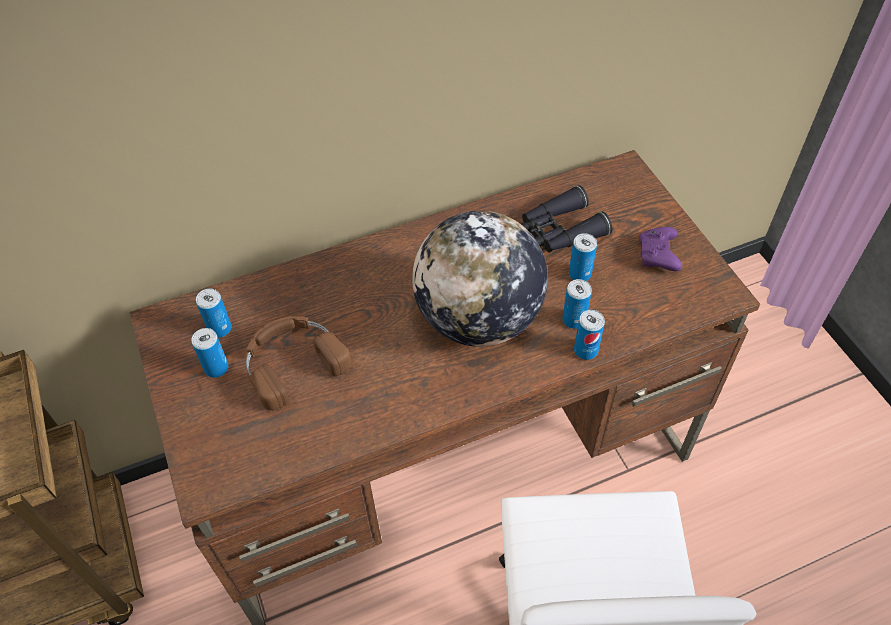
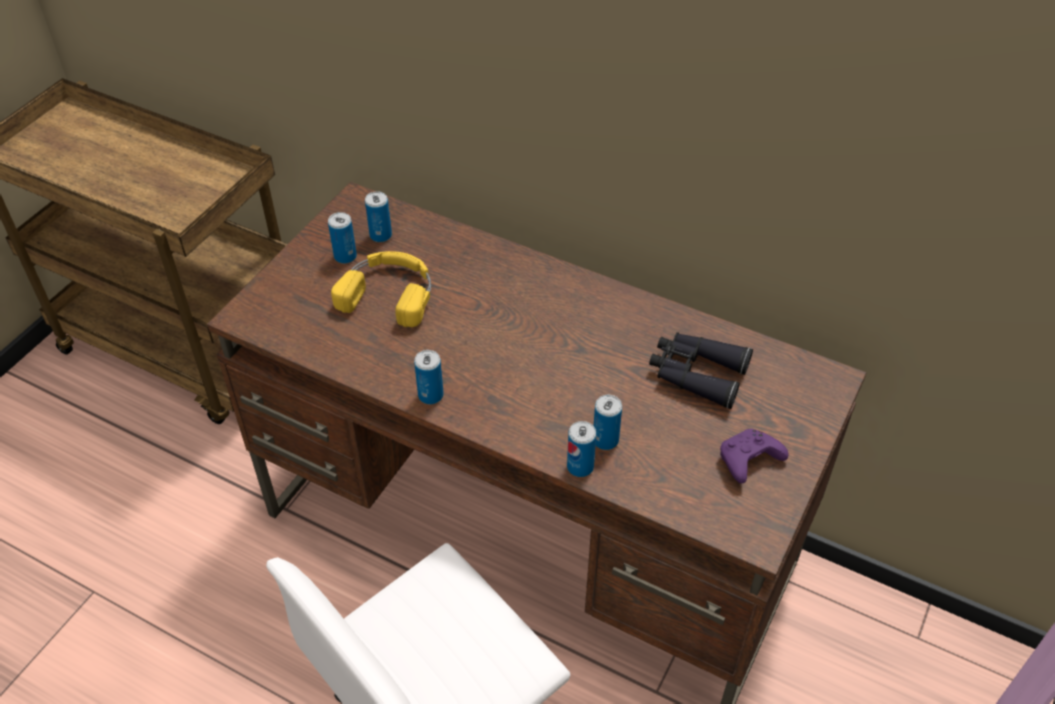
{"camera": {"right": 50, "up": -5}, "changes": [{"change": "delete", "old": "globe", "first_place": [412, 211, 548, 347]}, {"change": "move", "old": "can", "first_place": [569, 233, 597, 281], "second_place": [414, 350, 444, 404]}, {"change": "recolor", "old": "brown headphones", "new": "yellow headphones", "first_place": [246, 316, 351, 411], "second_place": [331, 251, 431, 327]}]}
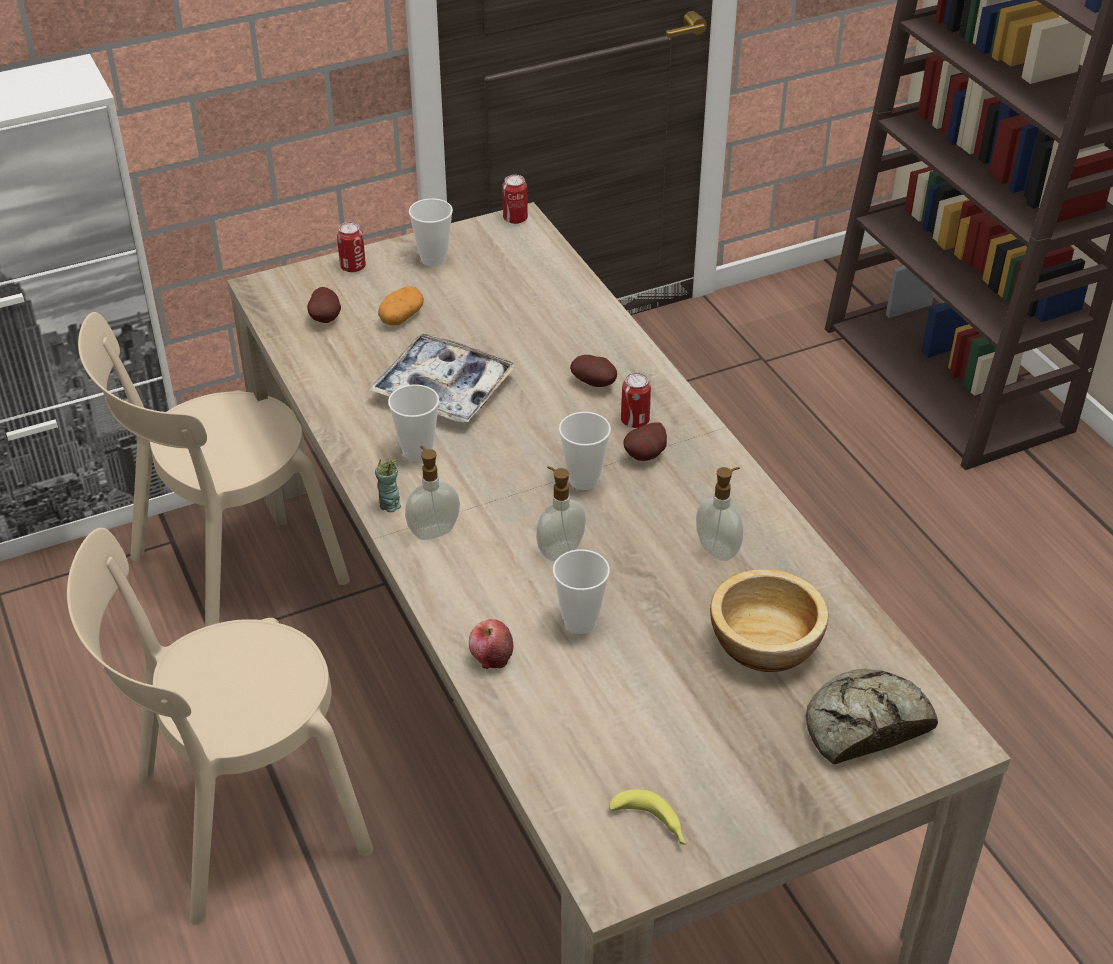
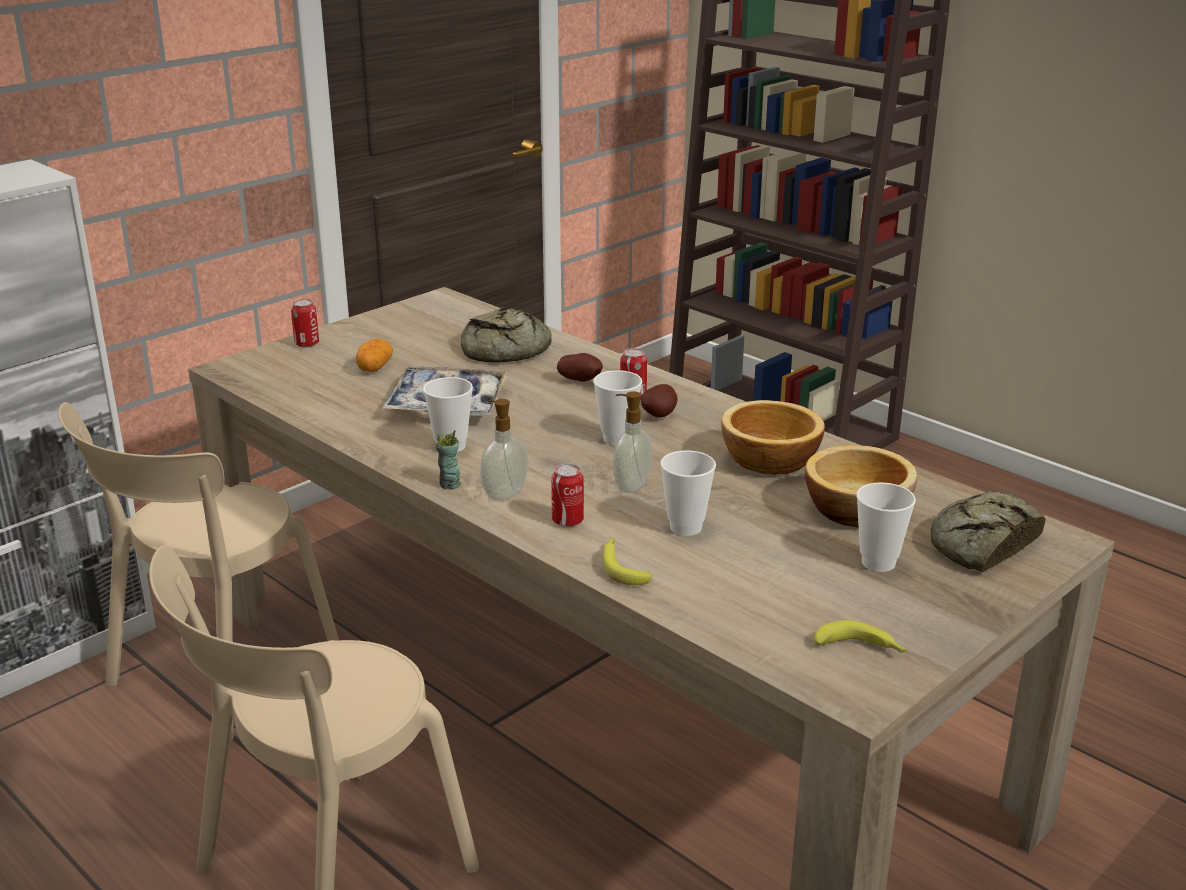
{"camera": {"right": -20, "up": -15}, "changes": [{"change": "delete", "old": "potato", "first_place": [307, 287, 341, 323]}, {"change": "insert", "new": "bread", "second_place": [461, 307, 552, 363]}, {"change": "move", "old": "cup", "first_place": [409, 198, 453, 267], "second_place": [856, 482, 916, 572]}, {"change": "move", "old": "can", "first_place": [502, 175, 528, 224], "second_place": [551, 464, 584, 527]}, {"change": "replace", "old": "apple", "new": "banana", "first_place": [469, 619, 513, 669], "second_place": [602, 537, 653, 585]}, {"change": "replace", "old": "soap dispenser", "new": "bowl", "first_place": [696, 467, 743, 561], "second_place": [721, 400, 825, 475]}]}
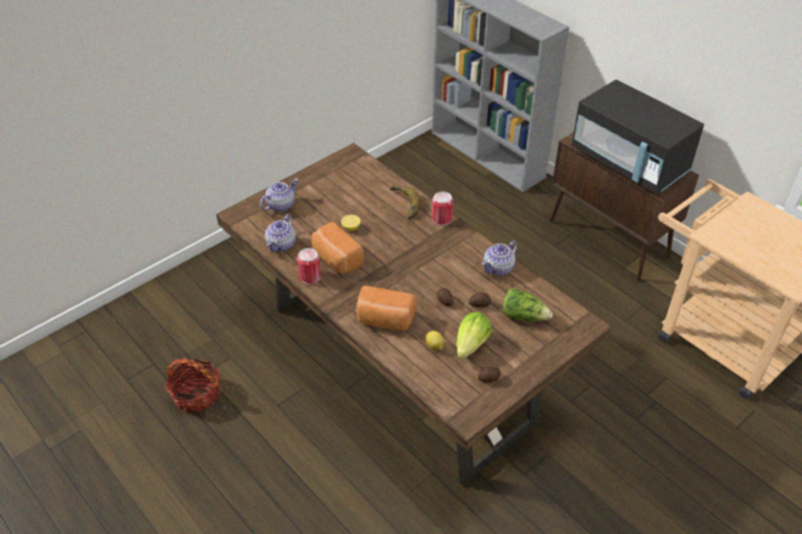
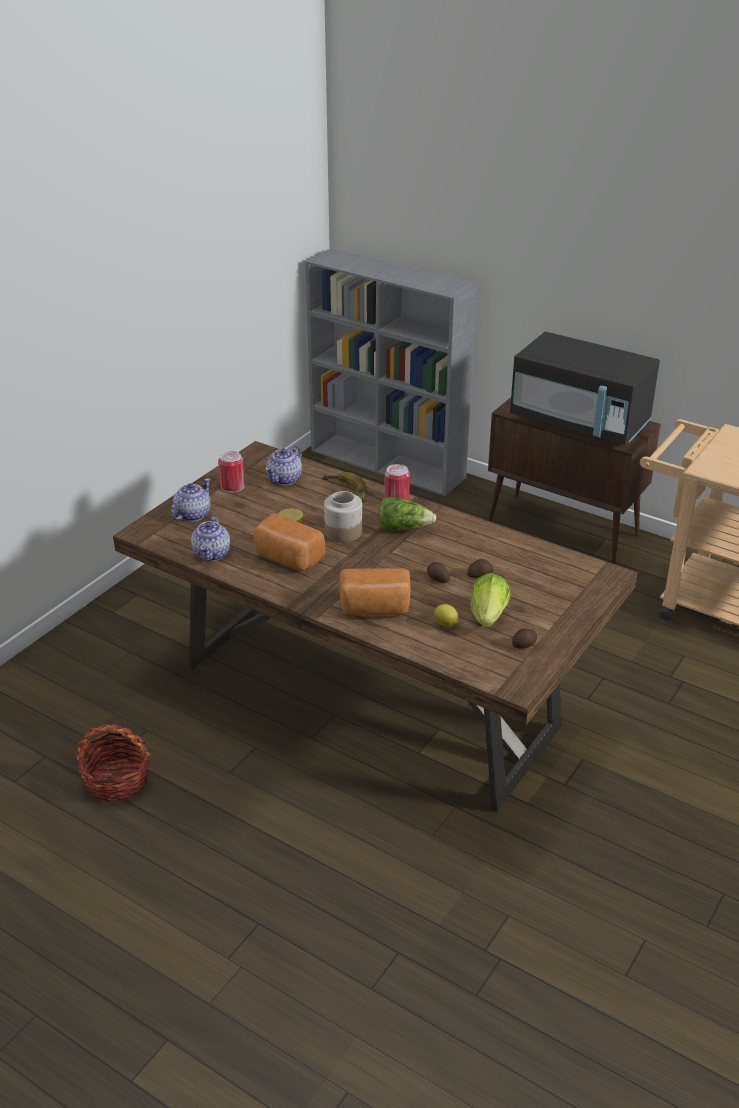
{"camera": {"right": -15, "up": -10}, "changes": [{"change": "insert", "new": "jar", "second_place": [324, 491, 362, 542]}, {"change": "move", "old": "can", "first_place": [297, 248, 321, 284], "second_place": [218, 451, 245, 493]}, {"change": "move", "old": "teapot", "first_place": [482, 241, 518, 276], "second_place": [265, 446, 302, 485]}, {"change": "move", "old": "lettuce", "first_place": [503, 288, 553, 321], "second_place": [379, 497, 437, 531]}]}
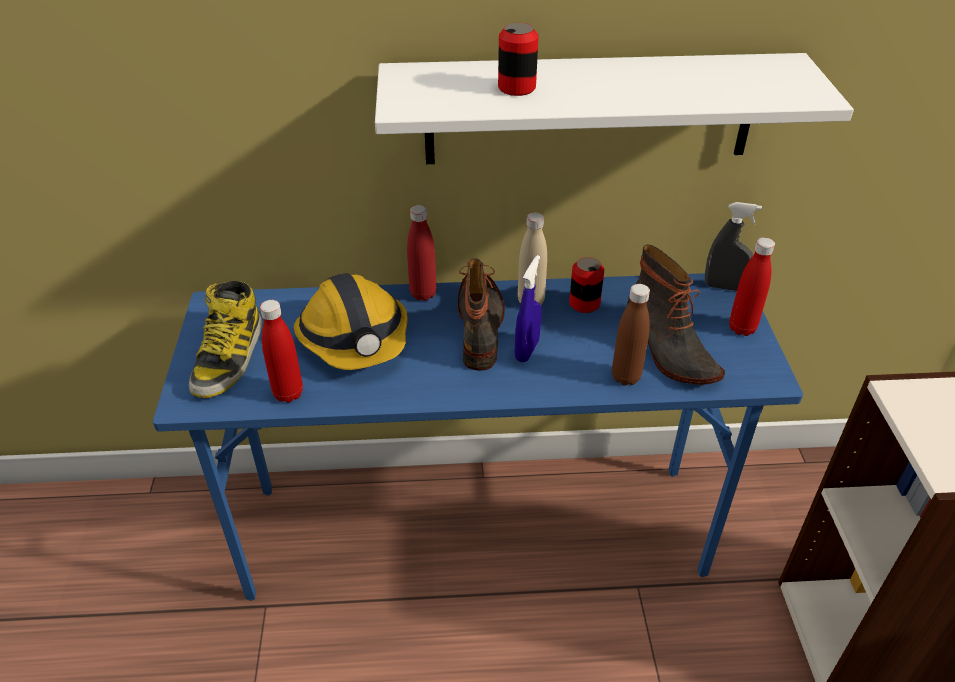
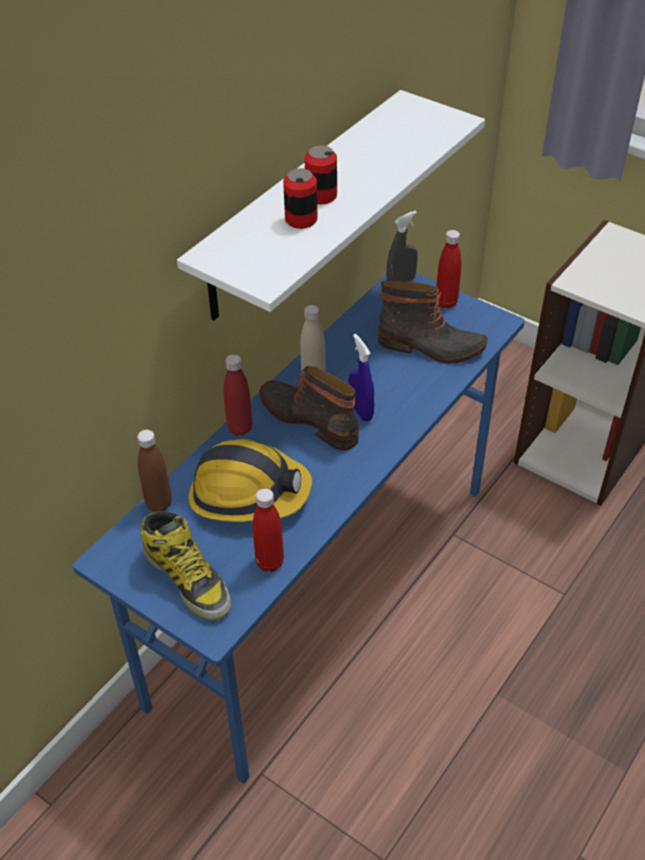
{"camera": {"right": -50, "up": 5}, "changes": [{"change": "move", "old": "can", "first_place": [569, 257, 604, 313], "second_place": [305, 145, 337, 204]}, {"change": "move", "old": "brown bottle", "first_place": [612, 284, 650, 386], "second_place": [137, 430, 172, 512]}]}
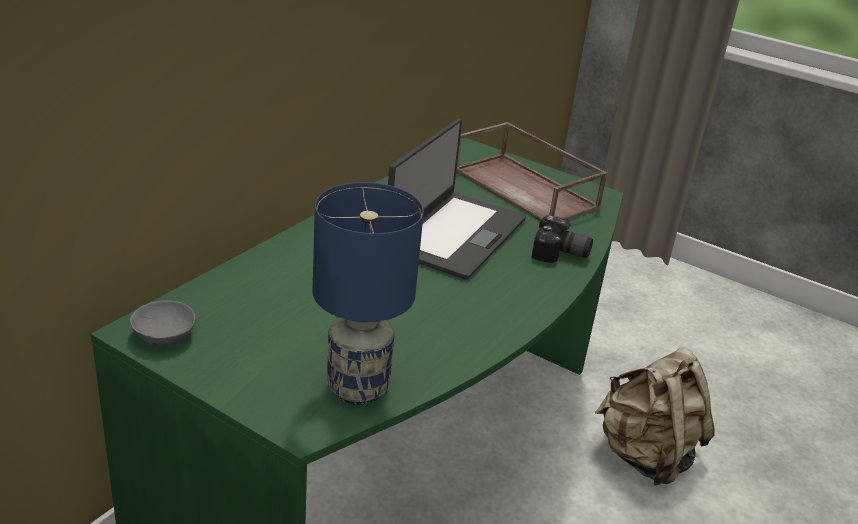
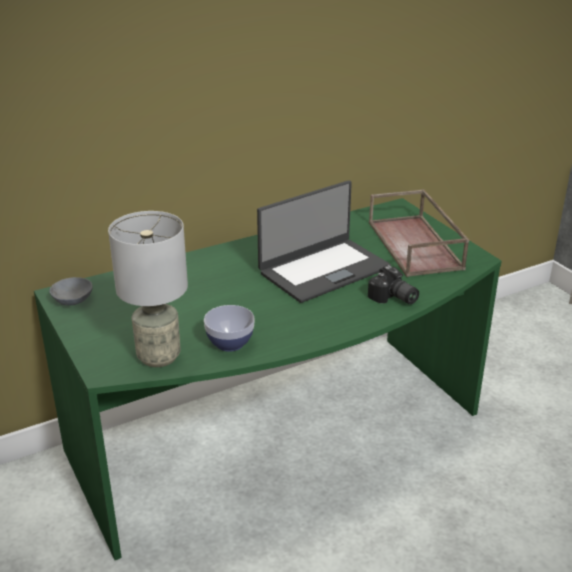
{"camera": {"right": 30, "up": 0}, "changes": [{"change": "delete", "old": "beige backpack", "first_place": [595, 348, 715, 485]}, {"change": "insert", "new": "bowl", "second_place": [204, 305, 255, 352]}, {"change": "recolor", "old": "blue table lamp", "new": "grey table lamp", "first_place": [313, 182, 424, 405], "second_place": [108, 211, 188, 367]}]}
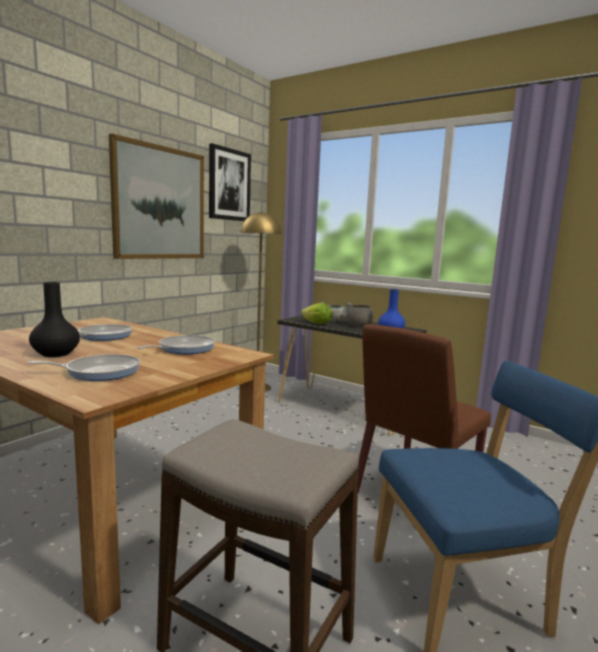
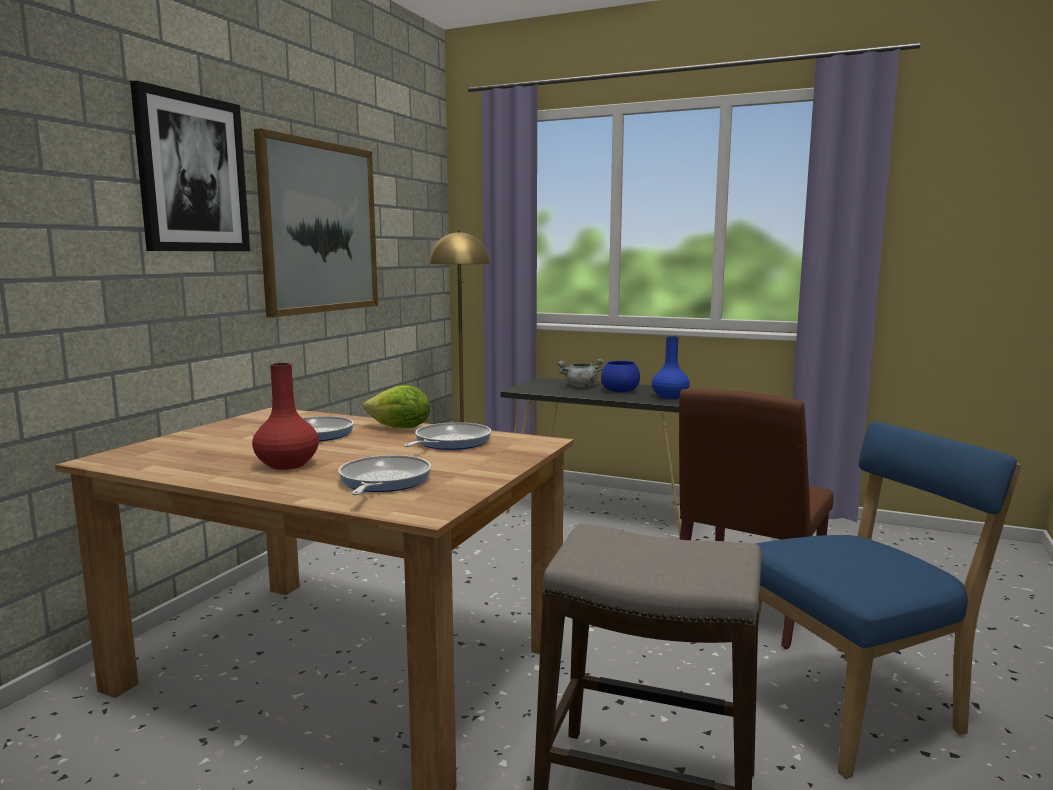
{"camera": {"right": -10, "up": 0}, "changes": [{"change": "move", "old": "picture", "first_place": [209, 143, 251, 221], "second_place": [130, 81, 250, 251]}, {"change": "move", "old": "lettuce", "first_place": [301, 303, 332, 324], "second_place": [364, 385, 430, 428]}, {"change": "recolor", "old": "black vase", "new": "red vase", "first_place": [29, 282, 80, 357], "second_place": [252, 363, 319, 470]}, {"change": "recolor", "old": "grey bowl", "new": "blue bowl", "first_place": [346, 305, 373, 327], "second_place": [601, 361, 640, 393]}, {"change": "rotate", "old": "frying pan", "first_place": [27, 354, 140, 381], "second_place": [338, 455, 431, 495], "degrees": -60}]}
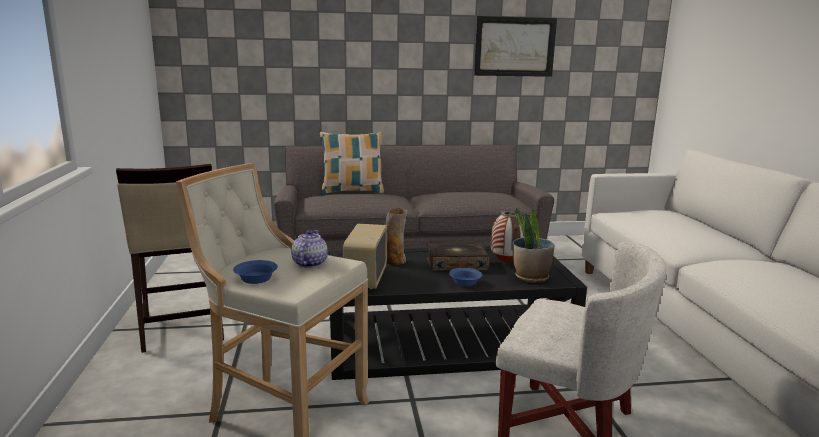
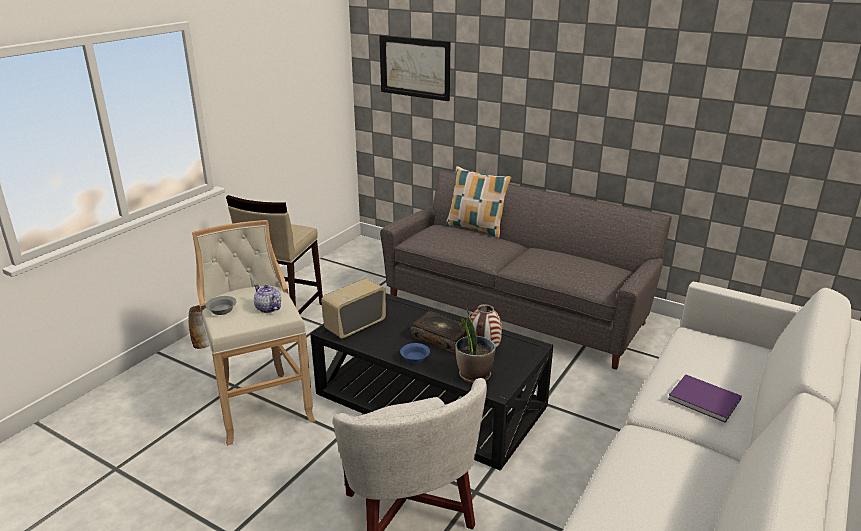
{"camera": {"right": 40, "up": 10}, "changes": [{"change": "insert", "new": "purple book", "second_place": [668, 374, 742, 423]}, {"change": "move", "old": "vase", "first_place": [384, 208, 408, 265], "second_place": [188, 305, 209, 349]}, {"change": "move", "old": "picture", "first_place": [474, 16, 557, 77], "second_place": [379, 35, 450, 101]}, {"change": "recolor", "old": "blue bowl", "new": "grey bowl", "first_place": [233, 260, 278, 284], "second_place": [205, 296, 237, 315]}, {"change": "rotate", "old": "teapot", "first_place": [291, 230, 328, 268], "second_place": [254, 284, 281, 313], "degrees": -90}]}
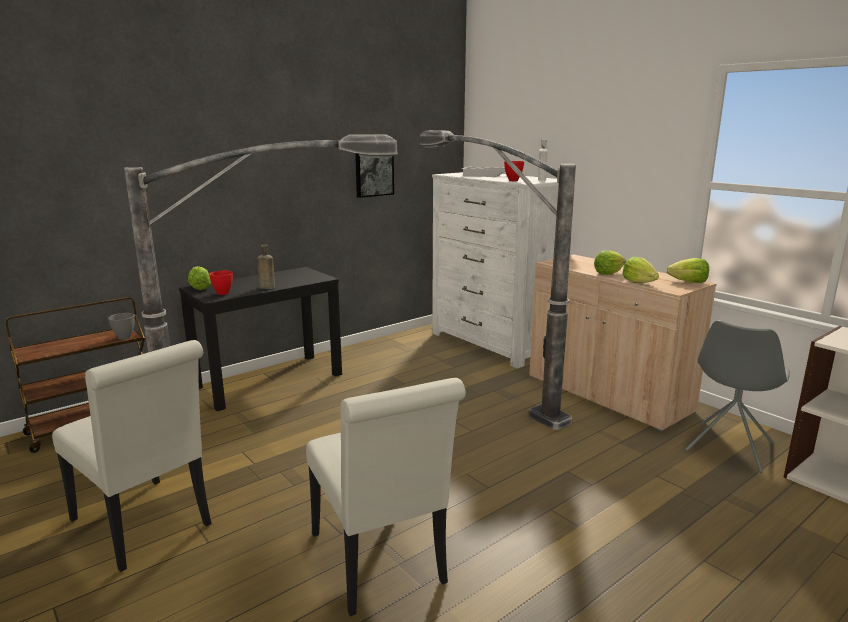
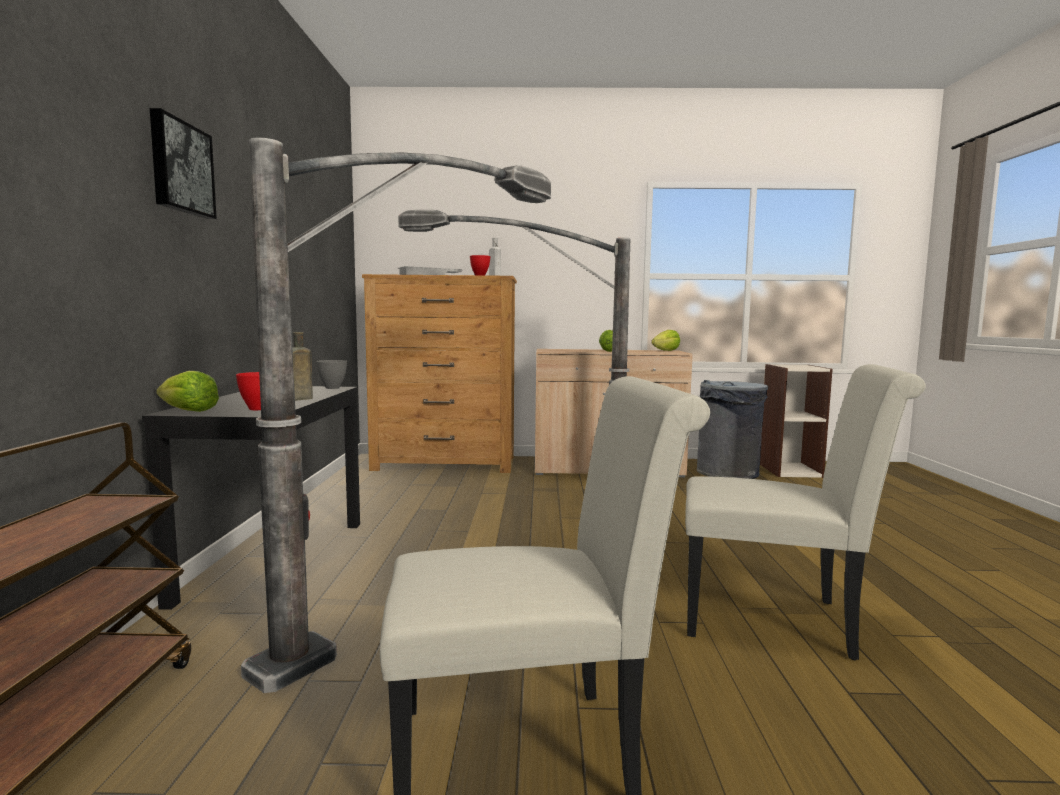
{"camera": {"right": -50, "up": -10}, "changes": [{"change": "delete", "old": "lettuce", "first_place": [623, 257, 659, 283]}, {"change": "move", "old": "grey bowl", "first_place": [108, 313, 135, 340], "second_place": [317, 360, 347, 389]}, {"change": "move", "old": "picture", "first_place": [355, 153, 394, 198], "second_place": [150, 108, 217, 219]}, {"change": "replace", "old": "grey chair", "new": "grey trash can", "first_place": [685, 320, 790, 473], "second_place": [697, 380, 768, 479]}, {"change": "recolor", "old": "white dresser", "new": "brown dresser", "first_place": [432, 172, 559, 369], "second_place": [362, 274, 517, 473]}]}
